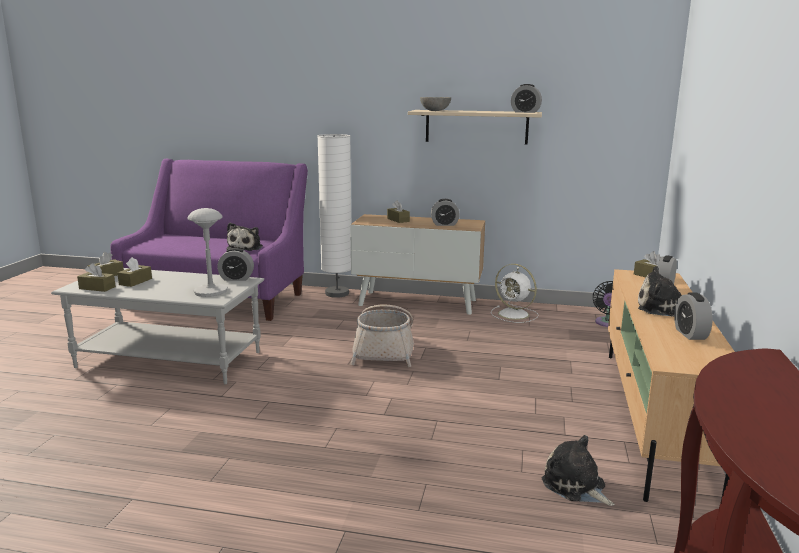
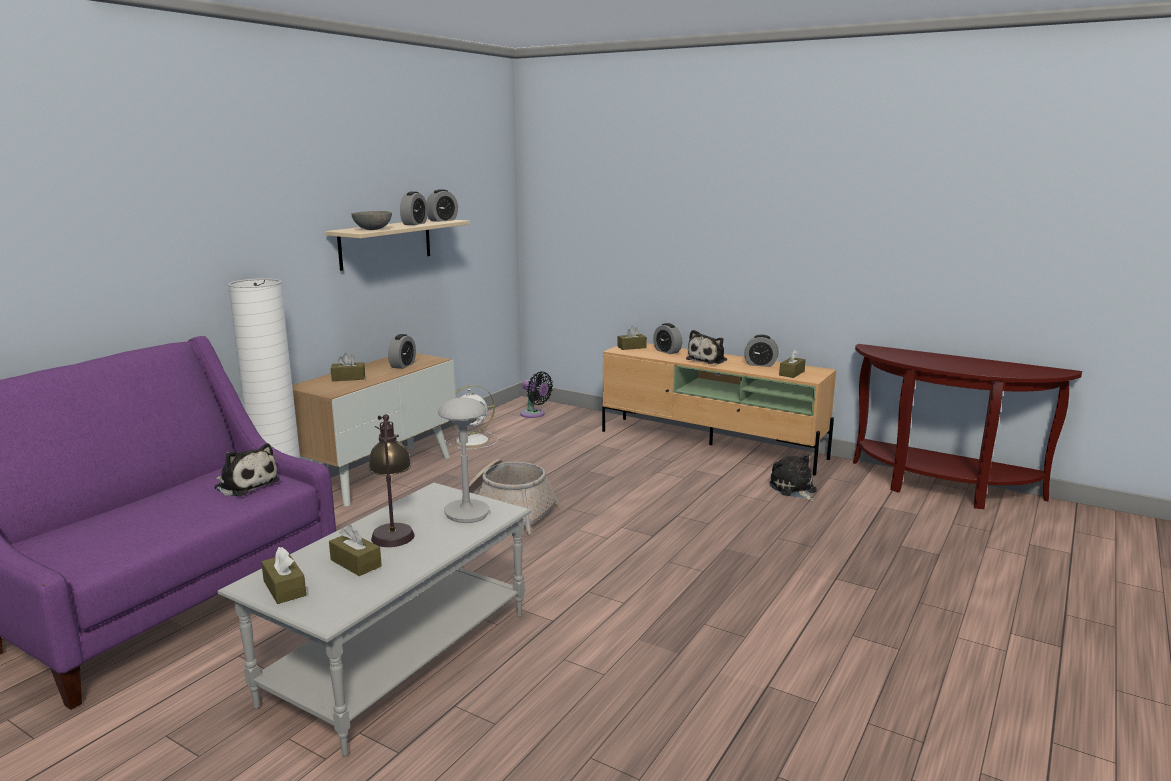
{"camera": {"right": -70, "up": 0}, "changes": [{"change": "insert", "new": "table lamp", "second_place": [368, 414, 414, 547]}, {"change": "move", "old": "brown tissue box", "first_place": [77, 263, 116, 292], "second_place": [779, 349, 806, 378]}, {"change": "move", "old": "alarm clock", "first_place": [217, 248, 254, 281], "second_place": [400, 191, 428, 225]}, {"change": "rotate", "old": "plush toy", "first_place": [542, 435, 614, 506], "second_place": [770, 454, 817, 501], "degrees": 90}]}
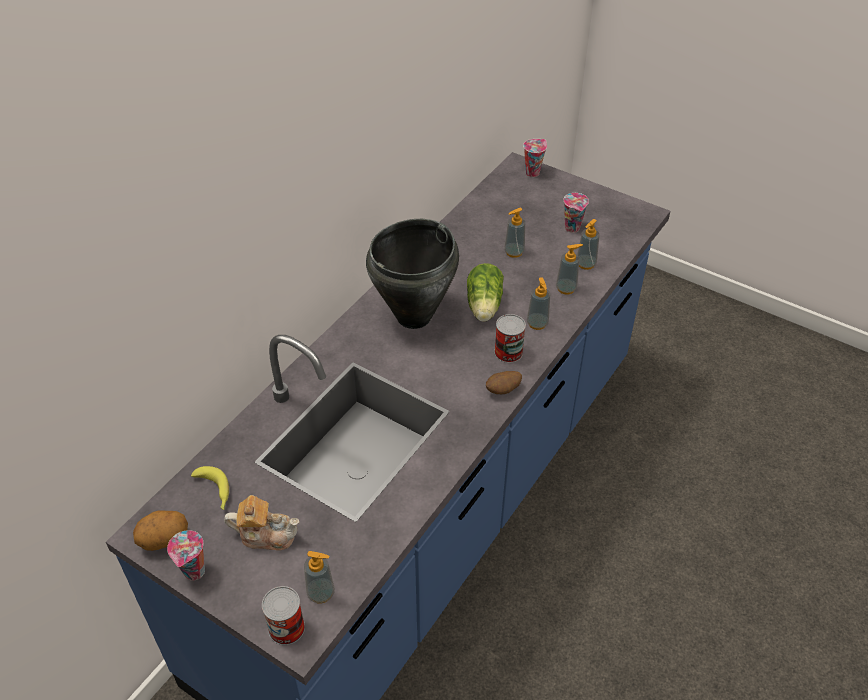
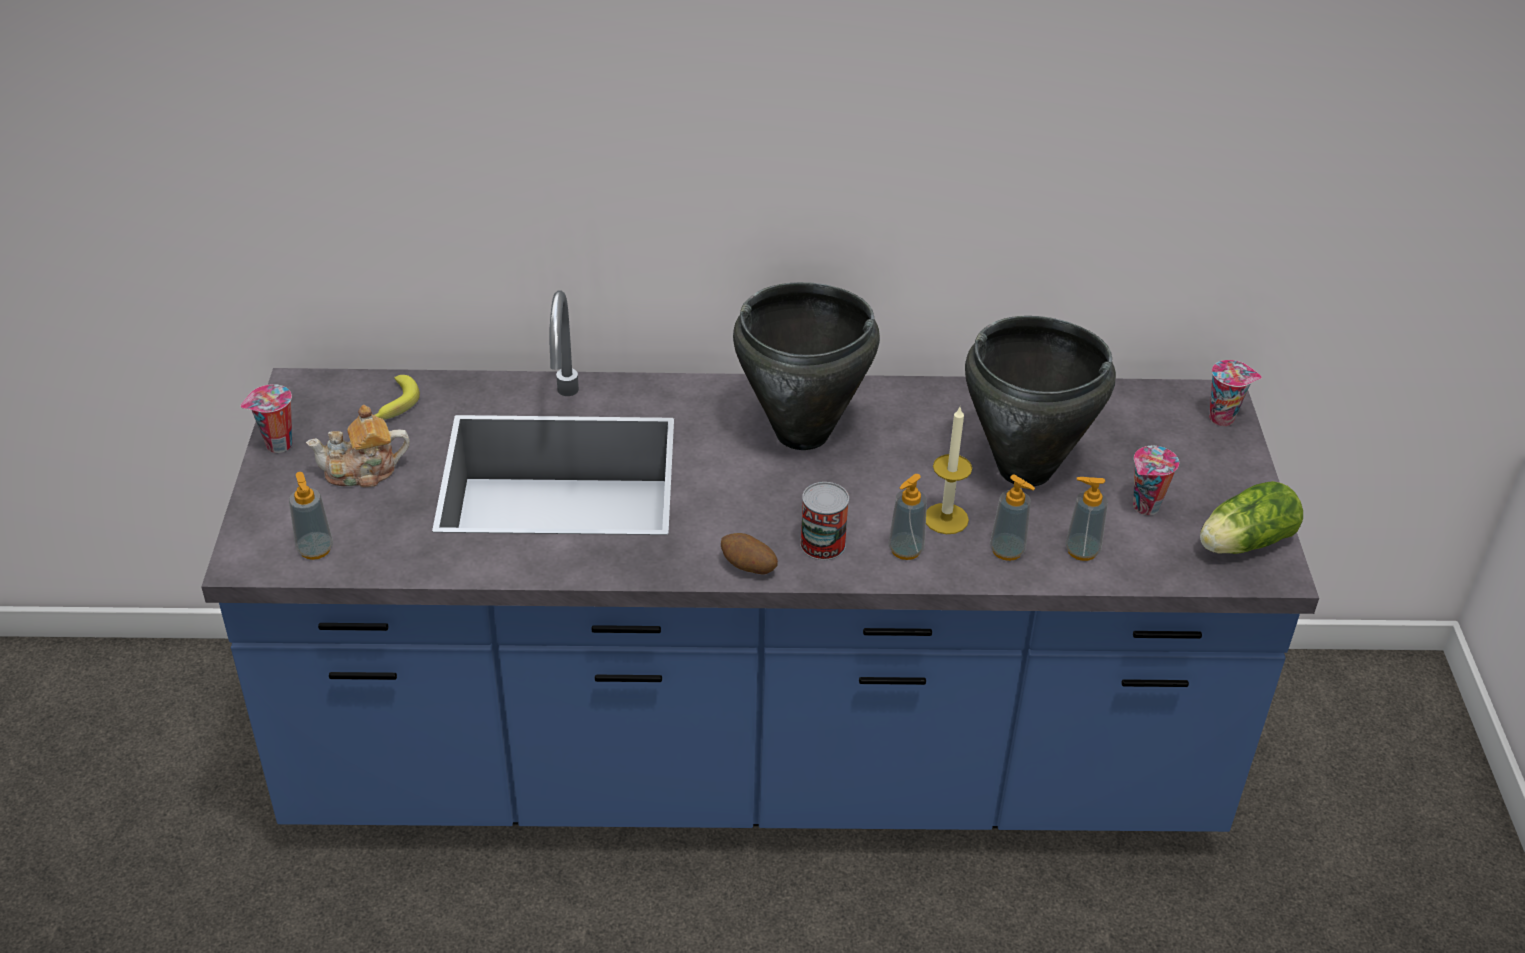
{"camera": {"right": 55, "up": -5}, "changes": [{"change": "delete", "old": "potato", "first_place": [133, 510, 188, 551]}, {"change": "delete", "old": "can", "first_place": [262, 586, 305, 645]}, {"change": "insert", "new": "candle", "second_place": [926, 407, 972, 534]}, {"change": "move", "old": "lettuce", "first_place": [467, 263, 504, 322], "second_place": [1200, 481, 1303, 554]}, {"change": "replace", "old": "soap dispenser", "new": "black cooking pot", "first_place": [504, 208, 525, 258], "second_place": [965, 316, 1116, 486]}, {"change": "rotate", "old": "teapot", "first_place": [224, 495, 299, 550], "second_place": [306, 405, 410, 487], "degrees": 105}]}
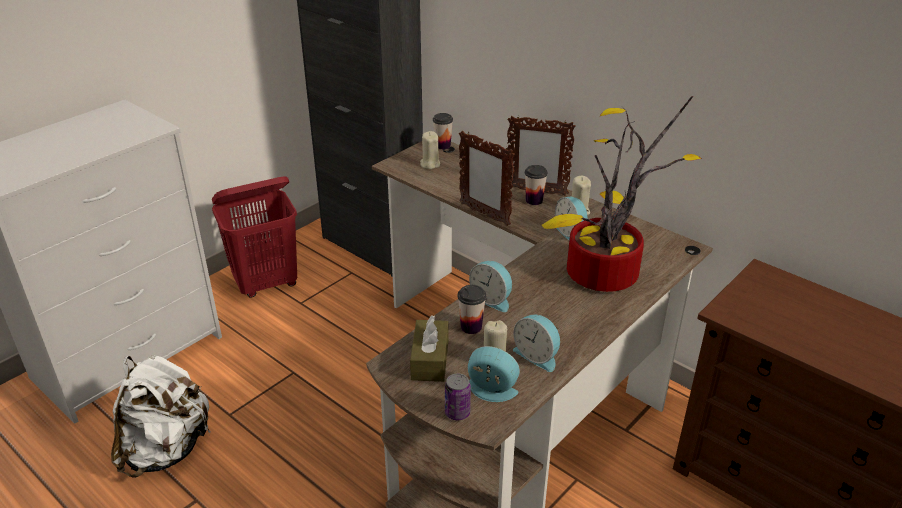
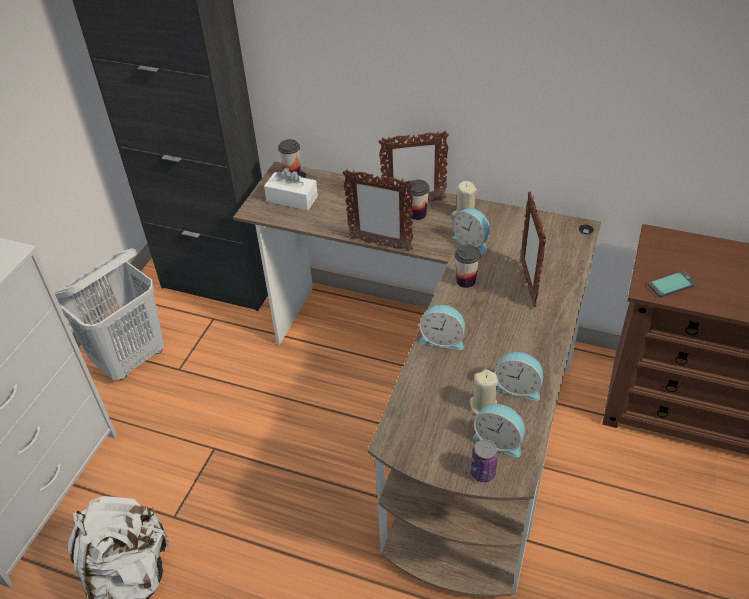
{"camera": {"right": -20, "up": 10}, "changes": [{"change": "delete", "old": "brown tissue box", "first_place": [410, 315, 448, 382]}, {"change": "insert", "new": "phone", "second_place": [648, 271, 696, 297]}, {"change": "move", "old": "cup", "first_place": [458, 285, 486, 334], "second_place": [455, 244, 481, 288]}, {"change": "replace", "old": "beige candle", "new": "white tissue box", "first_place": [420, 131, 440, 169], "second_place": [264, 168, 318, 210]}, {"change": "replace", "old": "potted plant", "new": "picture frame", "first_place": [542, 96, 701, 292], "second_place": [520, 192, 546, 307]}, {"change": "recolor", "old": "red laundry basket", "new": "white laundry basket", "first_place": [212, 176, 297, 298], "second_place": [55, 248, 164, 380]}, {"change": "rotate", "old": "alarm clock", "first_place": [468, 346, 520, 402], "second_place": [473, 404, 525, 457], "degrees": -150}]}
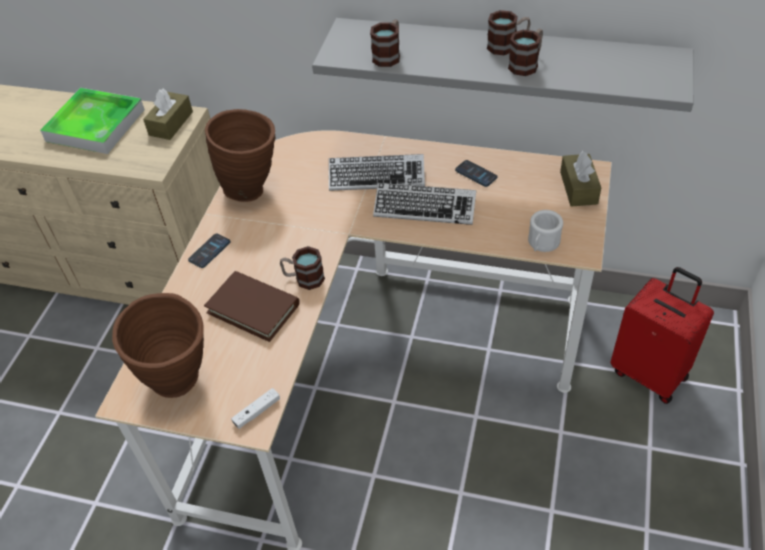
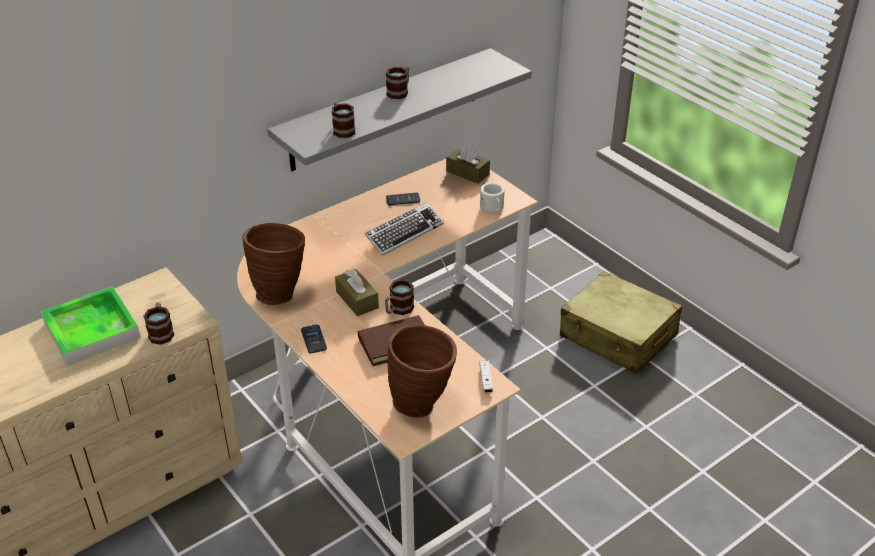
{"camera": {"right": -55, "up": -10}, "changes": [{"change": "delete", "old": "keyboard", "first_place": [329, 154, 425, 191]}, {"change": "delete", "old": "red suitcase", "first_place": [610, 267, 714, 404]}, {"change": "insert", "new": "beige suitcase", "second_place": [560, 271, 682, 374]}, {"change": "move", "old": "brown tissue box", "first_place": [143, 89, 193, 140], "second_place": [335, 269, 379, 316]}, {"change": "move", "old": "mug", "first_place": [508, 29, 543, 76], "second_place": [144, 302, 174, 345]}]}
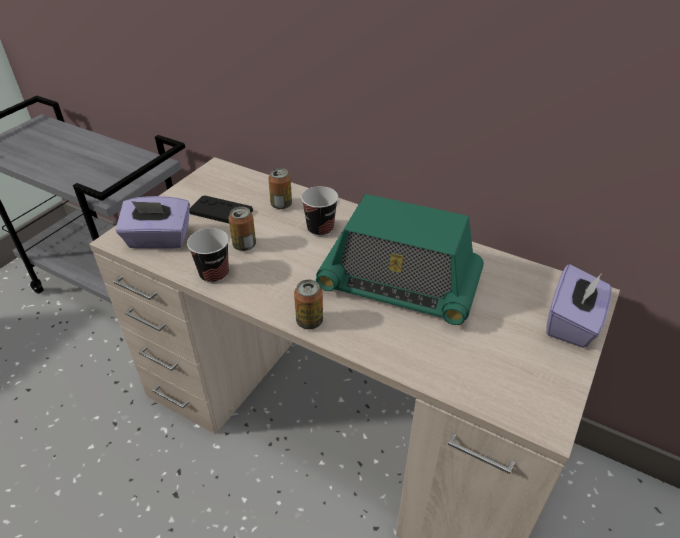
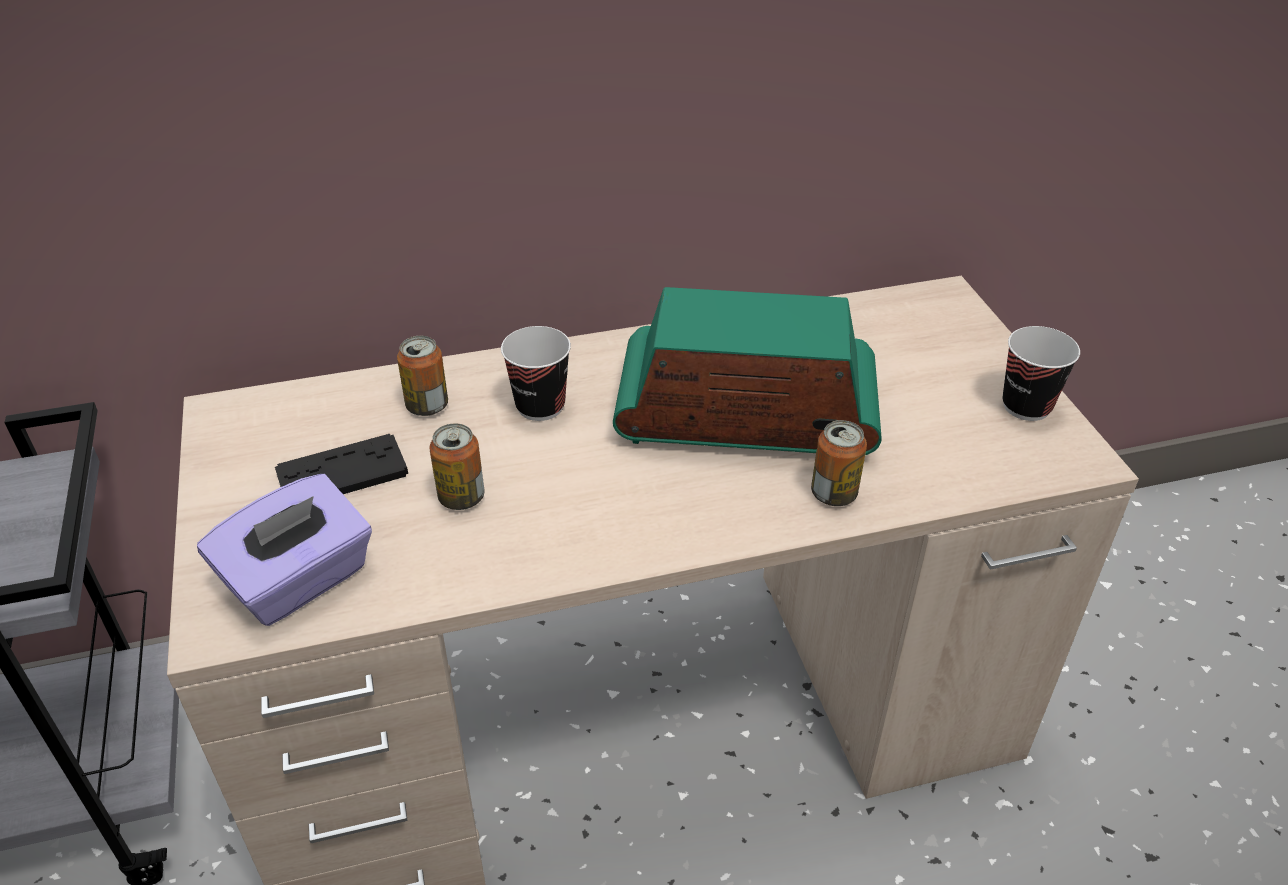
{"camera": {"right": -45, "up": 0}, "changes": [{"change": "delete", "old": "purple tissue box", "first_place": [546, 264, 612, 348]}, {"change": "move", "old": "cup", "first_place": [187, 228, 229, 284], "second_place": [1002, 326, 1080, 421]}, {"change": "move", "old": "can", "first_place": [294, 280, 323, 329], "second_place": [811, 420, 867, 506]}, {"change": "rotate", "old": "radio", "first_place": [316, 194, 484, 325], "second_place": [613, 287, 882, 455], "degrees": -150}]}
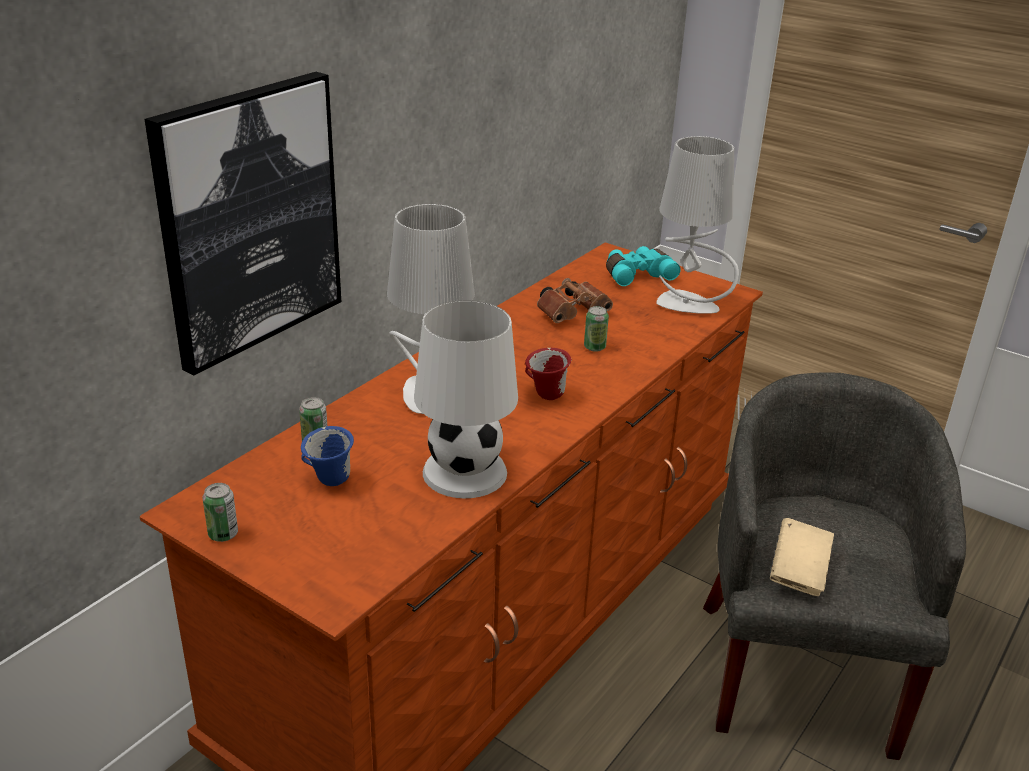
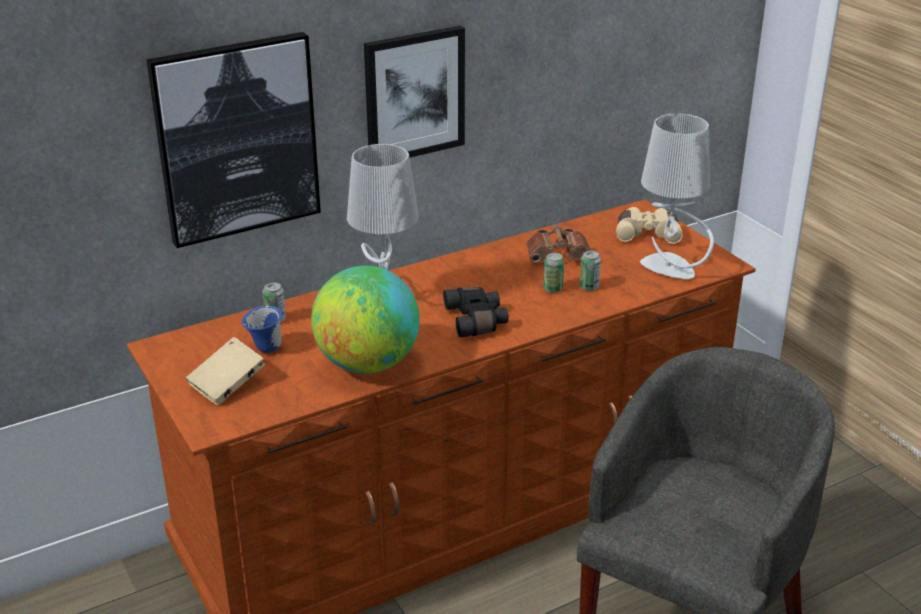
{"camera": {"right": 25, "up": 0}, "changes": [{"change": "insert", "new": "picture", "second_place": [364, 26, 465, 158]}, {"change": "move", "old": "can", "first_place": [203, 483, 238, 542], "second_place": [579, 251, 601, 291]}, {"change": "move", "old": "beige book", "first_place": [770, 518, 834, 596], "second_place": [186, 337, 265, 405]}, {"change": "replace", "old": "white table lamp", "new": "globe", "first_place": [414, 300, 518, 498], "second_place": [311, 266, 420, 374]}, {"change": "replace", "old": "red mug", "new": "black binoculars", "first_place": [525, 348, 572, 400], "second_place": [443, 287, 509, 338]}, {"change": "recolor", "old": "turquoise binoculars", "new": "beige binoculars", "first_place": [606, 246, 681, 286], "second_place": [616, 207, 683, 243]}]}
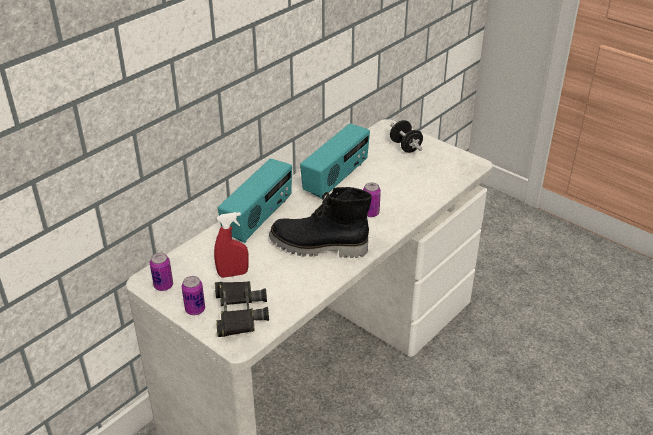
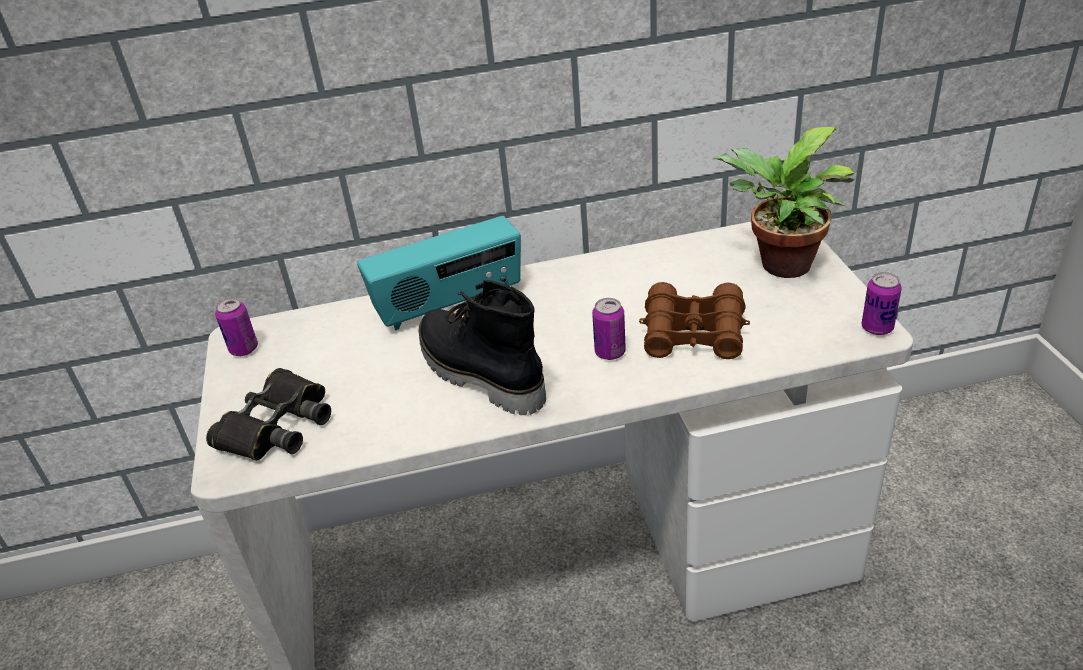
{"camera": {"right": 40, "up": 0}, "changes": [{"change": "delete", "old": "red spray bottle", "first_place": [214, 212, 249, 278]}, {"change": "delete", "old": "radio", "first_place": [300, 123, 370, 199]}, {"change": "insert", "new": "brown binoculars", "second_place": [639, 282, 750, 359]}, {"change": "move", "old": "can", "first_place": [182, 276, 205, 315], "second_place": [861, 272, 902, 335]}, {"change": "replace", "old": "black dumbbell", "new": "potted plant", "first_place": [390, 120, 423, 153], "second_place": [712, 127, 854, 278]}]}
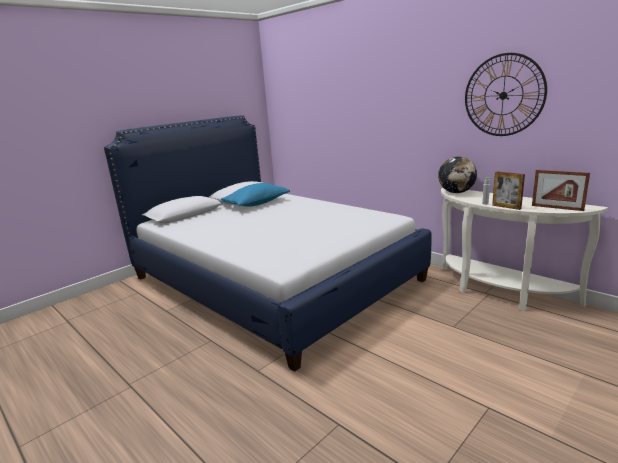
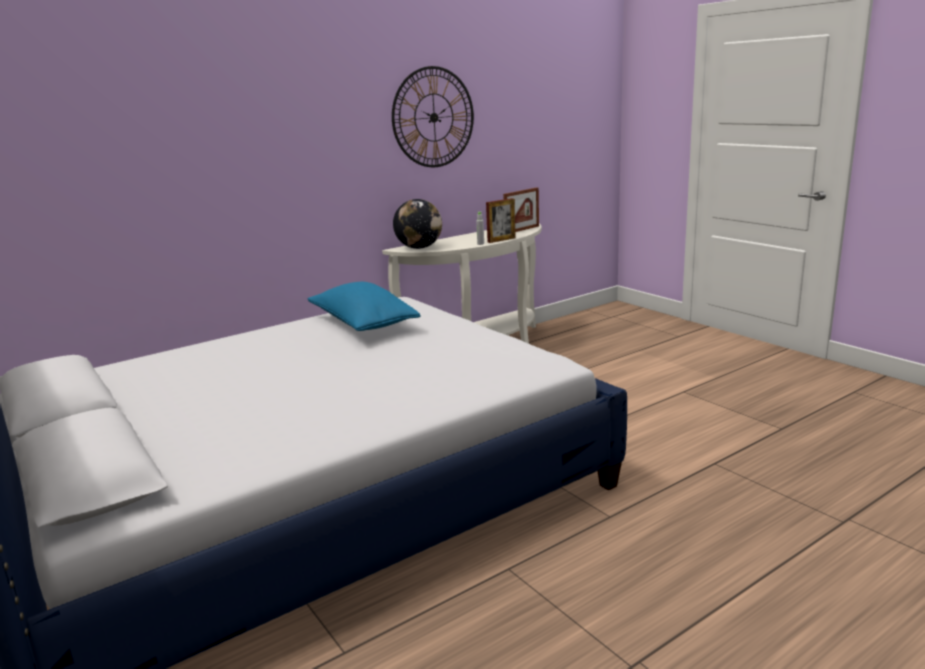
{"camera": {"right": -80, "up": 0}, "changes": [{"change": "move", "old": "blue pillow", "first_place": [221, 183, 290, 206], "second_place": [308, 282, 421, 331]}]}
